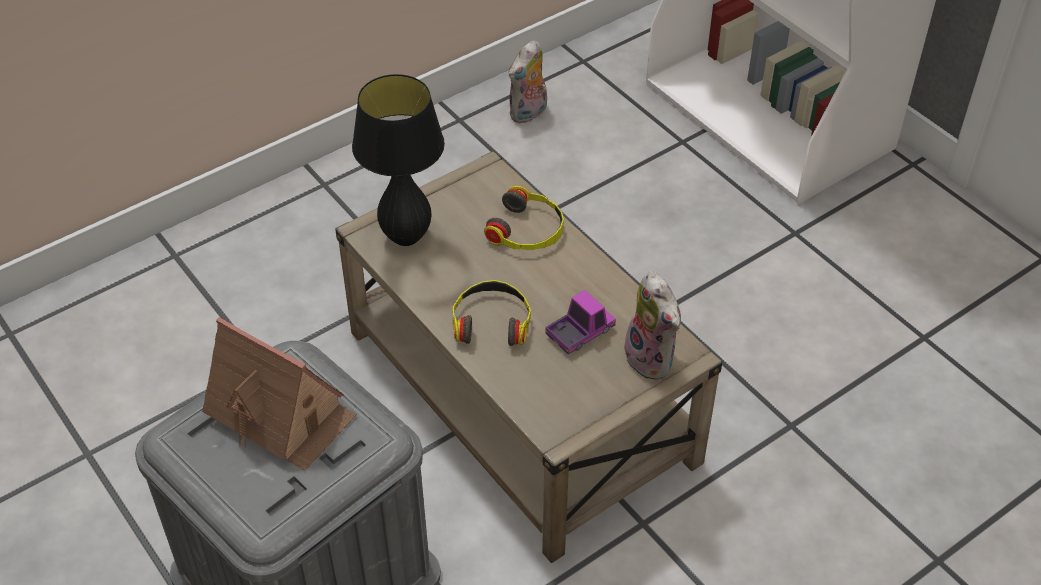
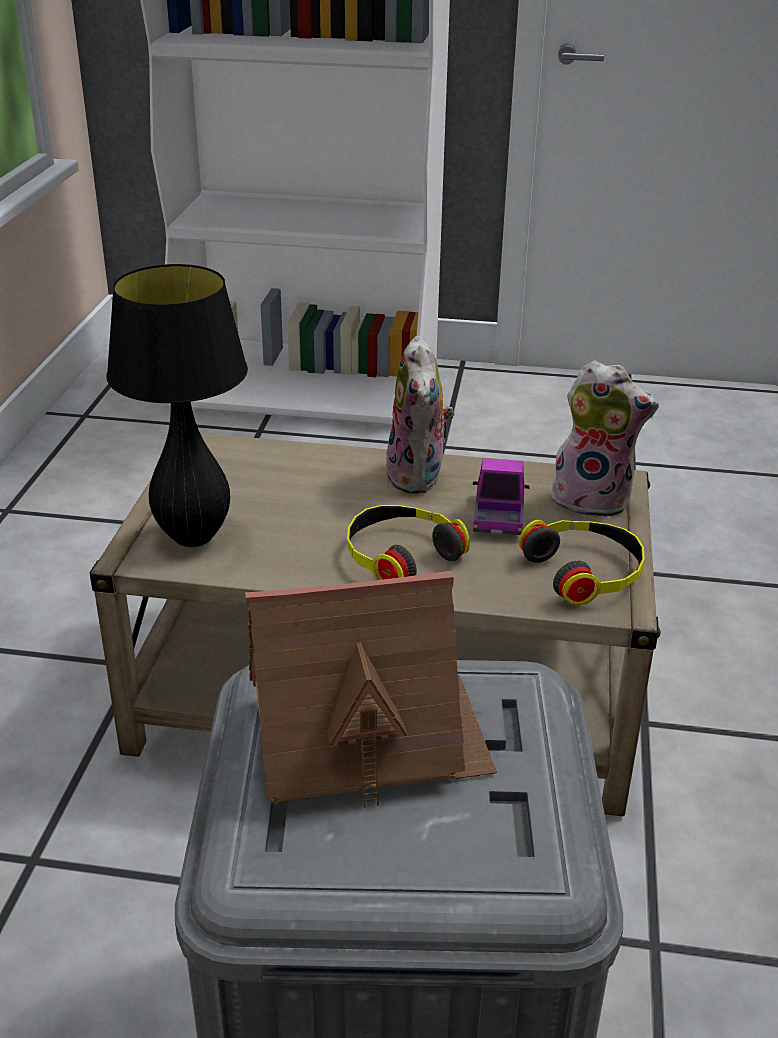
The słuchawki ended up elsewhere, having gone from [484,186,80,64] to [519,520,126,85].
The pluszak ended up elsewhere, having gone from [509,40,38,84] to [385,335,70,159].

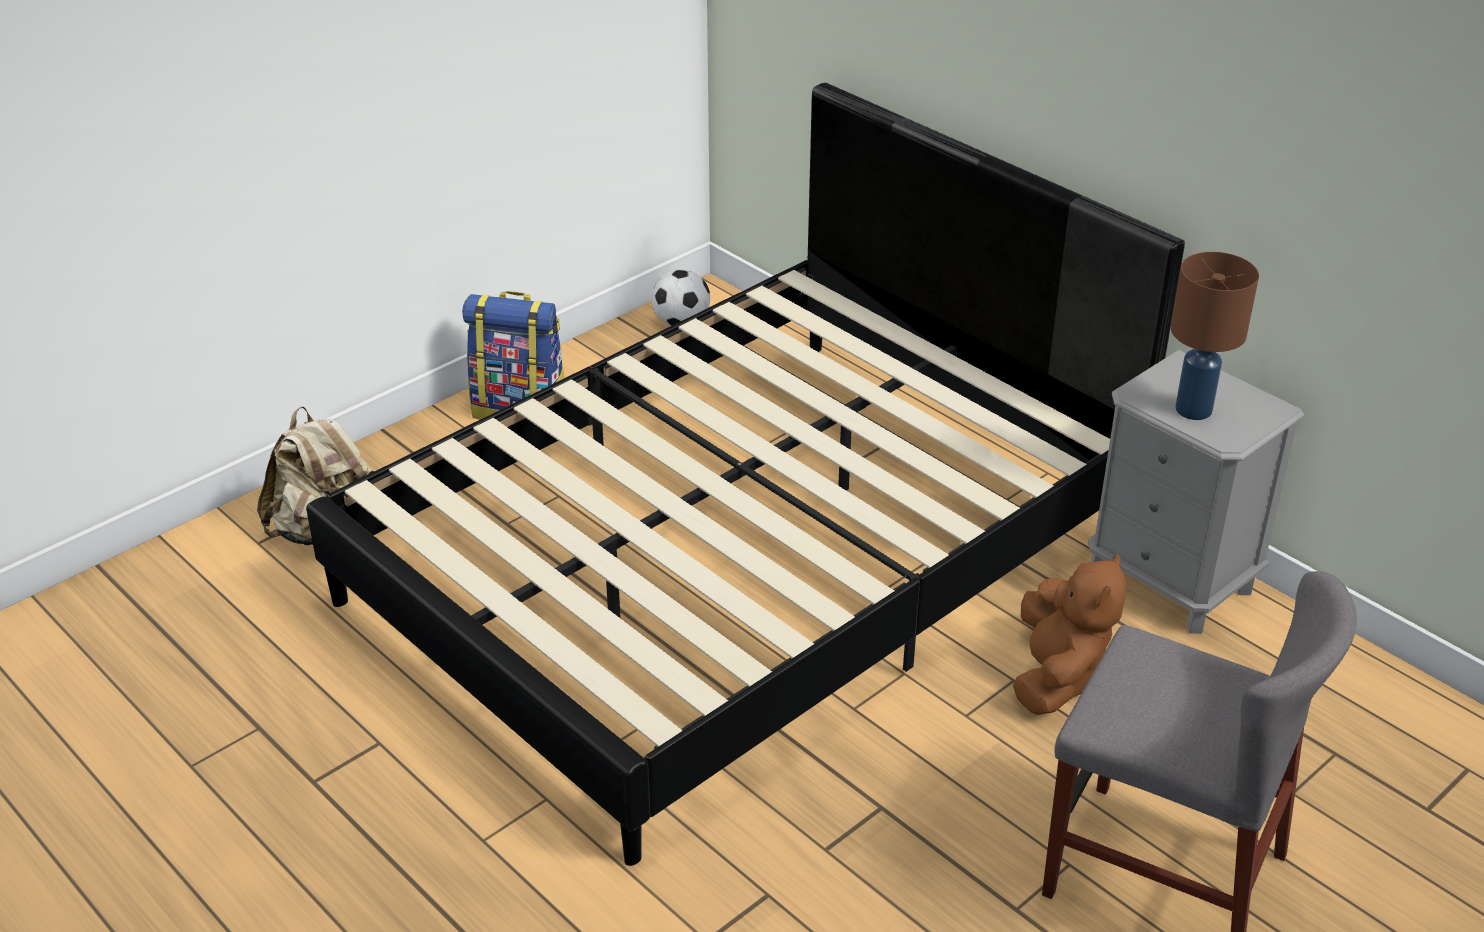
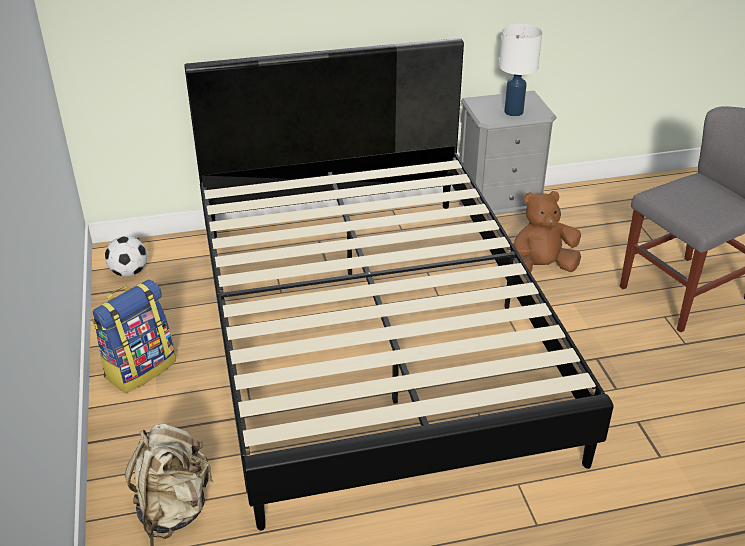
What was the lampa stołowa/brązowy at [1171,252,88,168] turned into the lampa stołowa/biały at [499,24,43,92].
The pluszak/brązowy at [1013,552,113,163] ended up facing another way, 60 degrees counterclockwise from before.

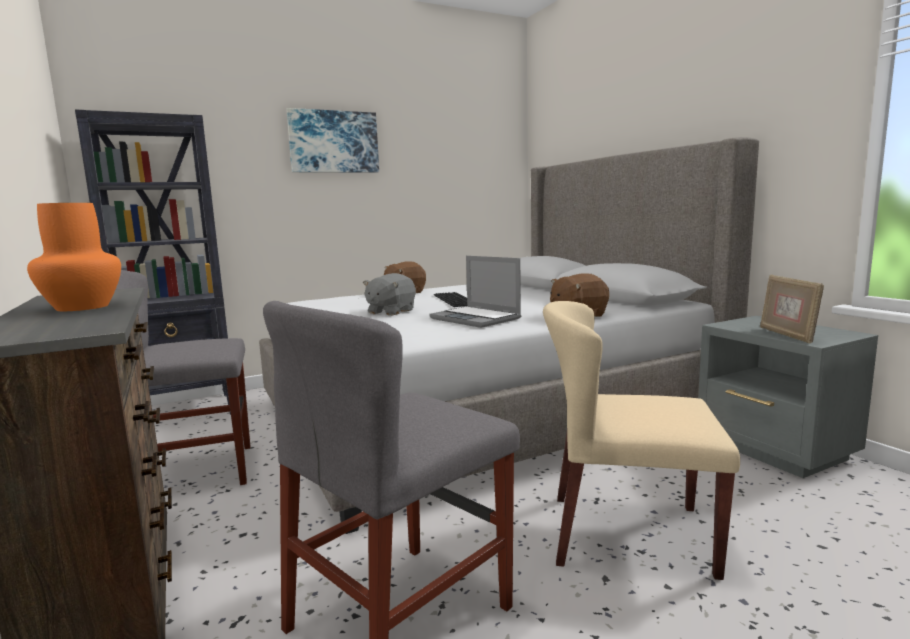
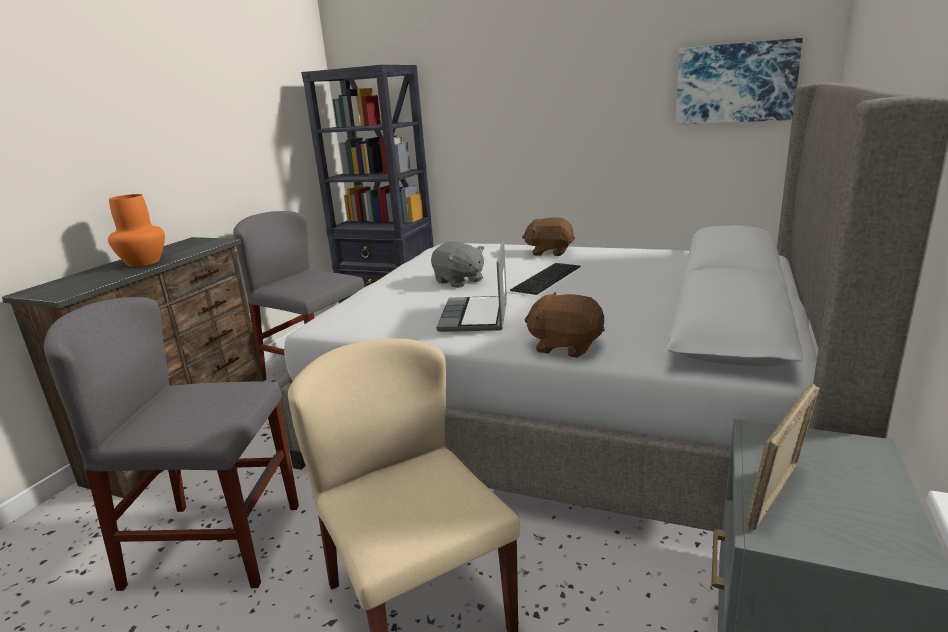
The obraz ended up elsewhere, having gone from [286,108,93,65] to [675,38,128,87].
The pluszak/szary at [363,273,53,43] ended up facing another way, 120 degrees counterclockwise from before.

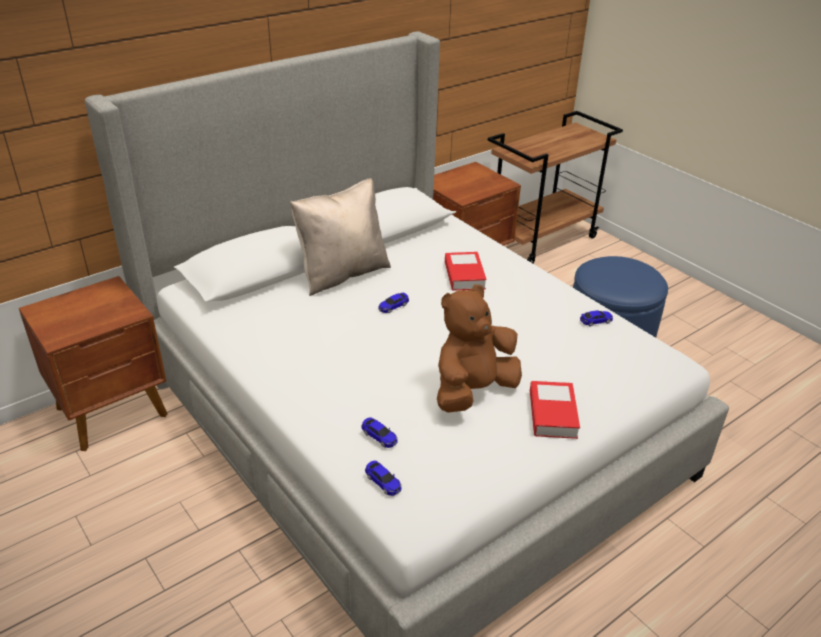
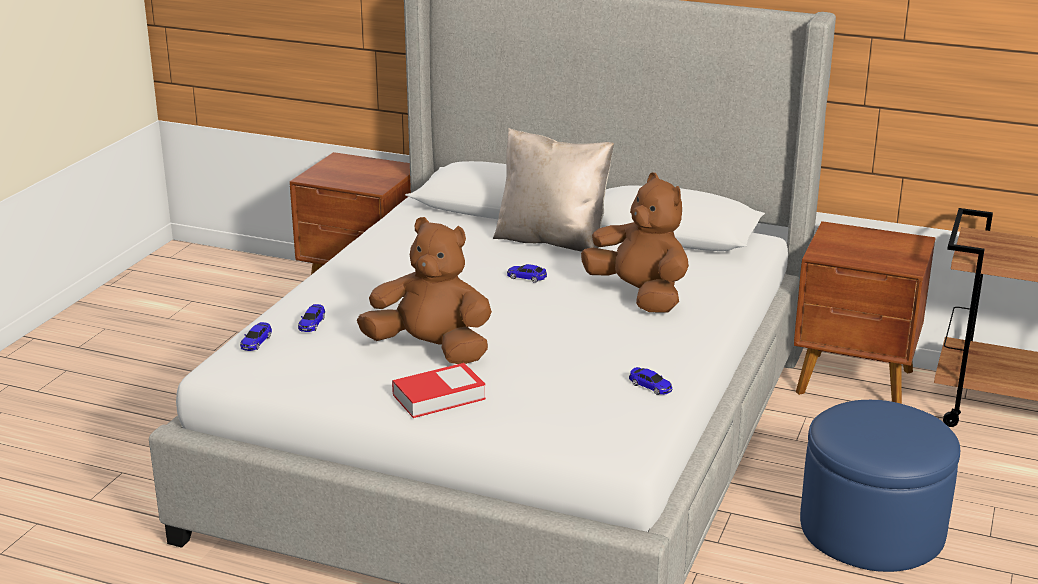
Where the książka stood at [445,252,42,39], the pluszak/brązowy came to stand at [581,173,108,140].

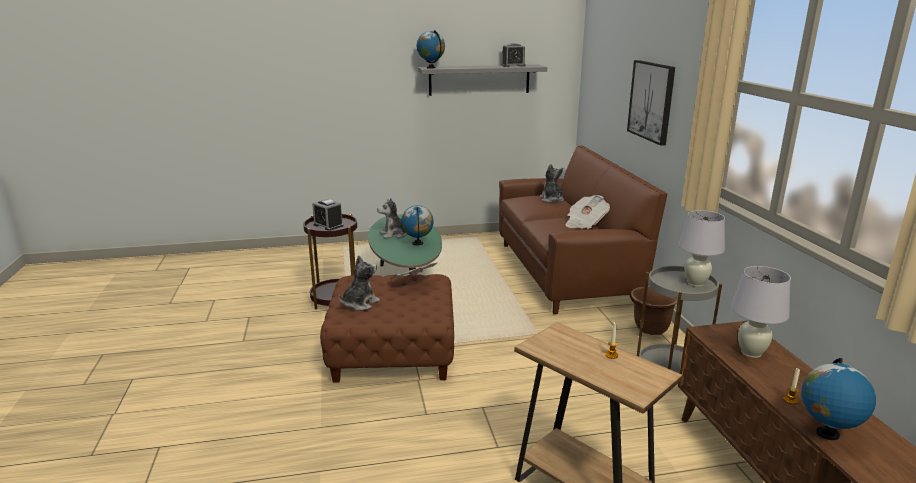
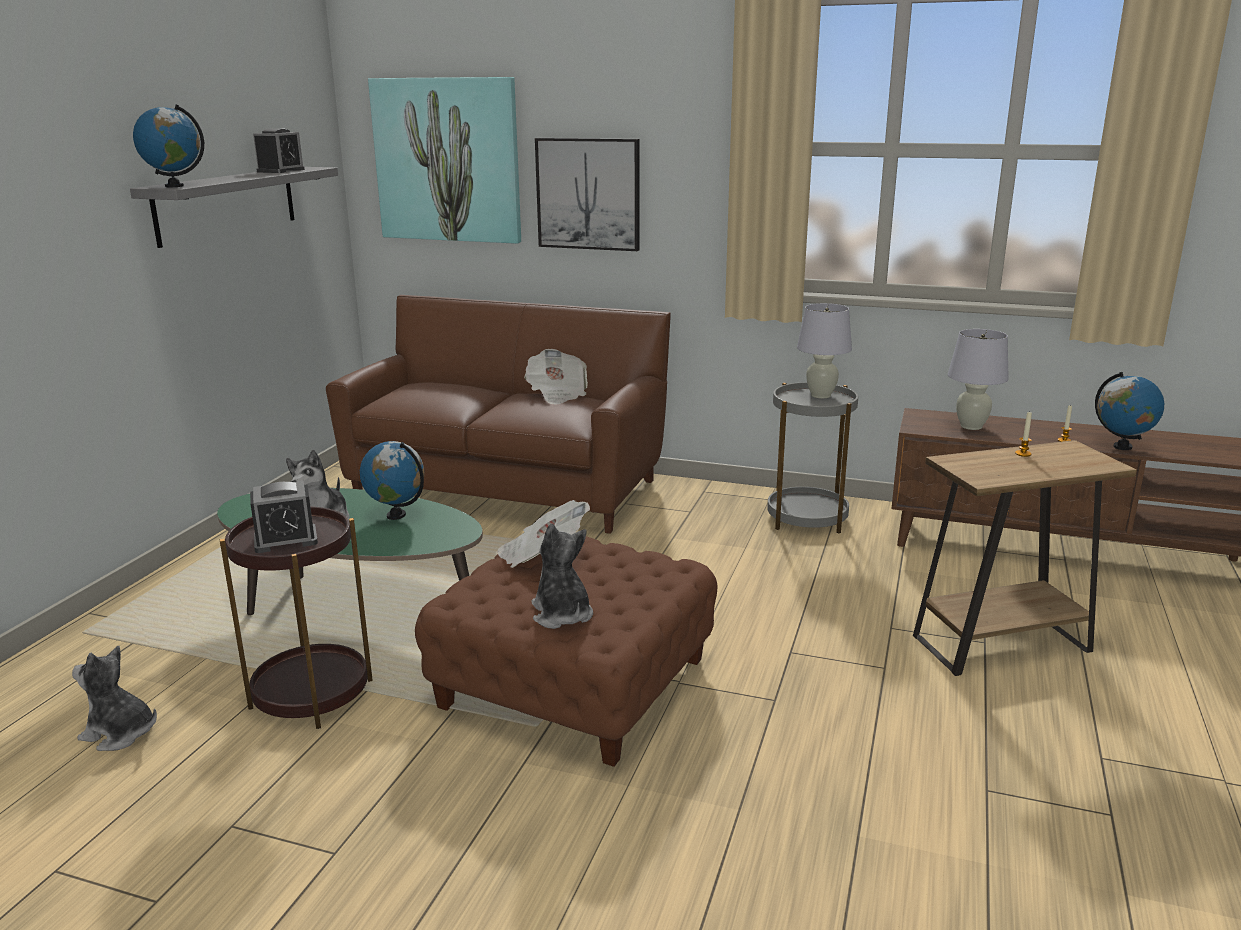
The second view lost the donica/brązowy at [631,286,47,49].
The second view gained the obraz at [368,77,153,167].
The pluszak ended up elsewhere, having gone from [540,164,24,39] to [72,646,85,105].

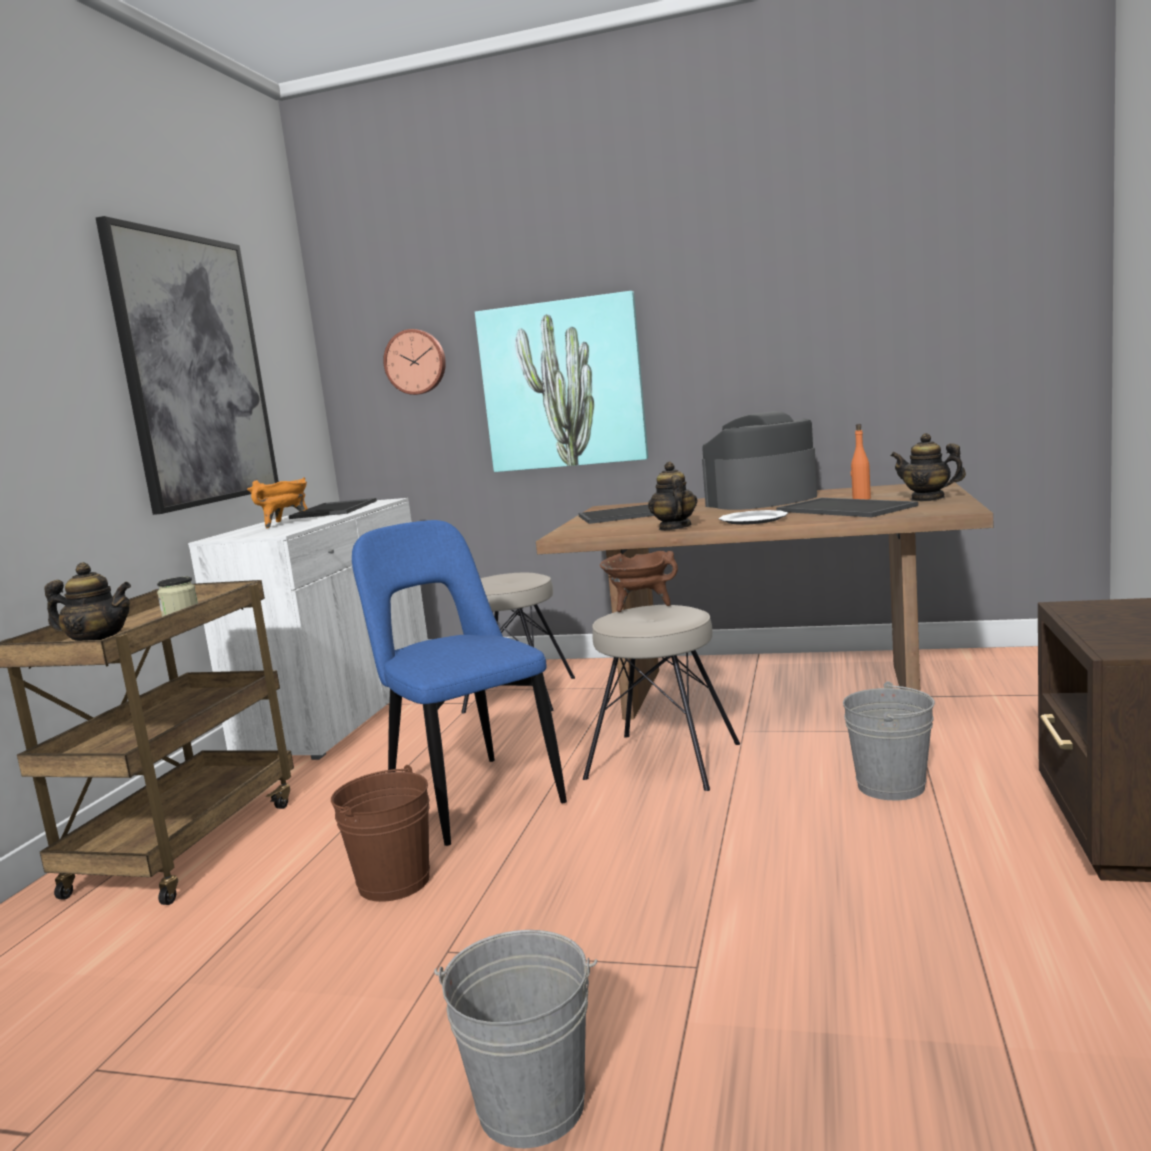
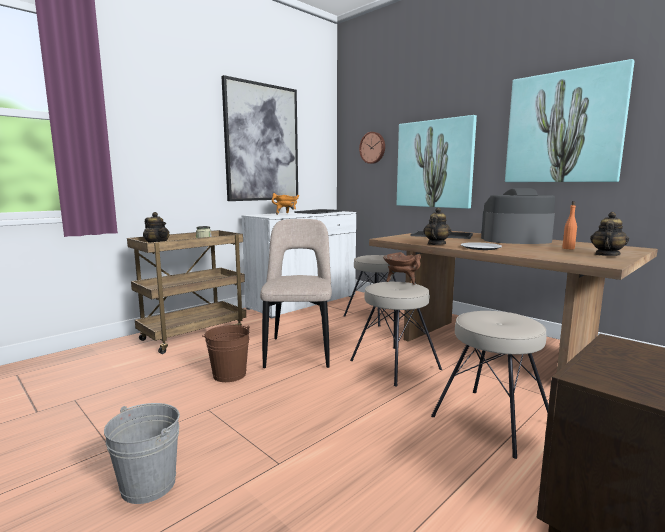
The second view lost the taca at [776,498,142,19].
The second view gained the obraz at [505,59,130,123].
Where the wiadro/szary stood at [843,682,92,118], the stołek/beżowy came to stand at [431,311,118,148].
What was the krzesło/niebieski at [352,520,215,326] turned into the krzesło/beżowy at [260,219,72,149].
The imbryk at [891,433,75,68] ended up facing another way, 60 degrees clockwise from before.

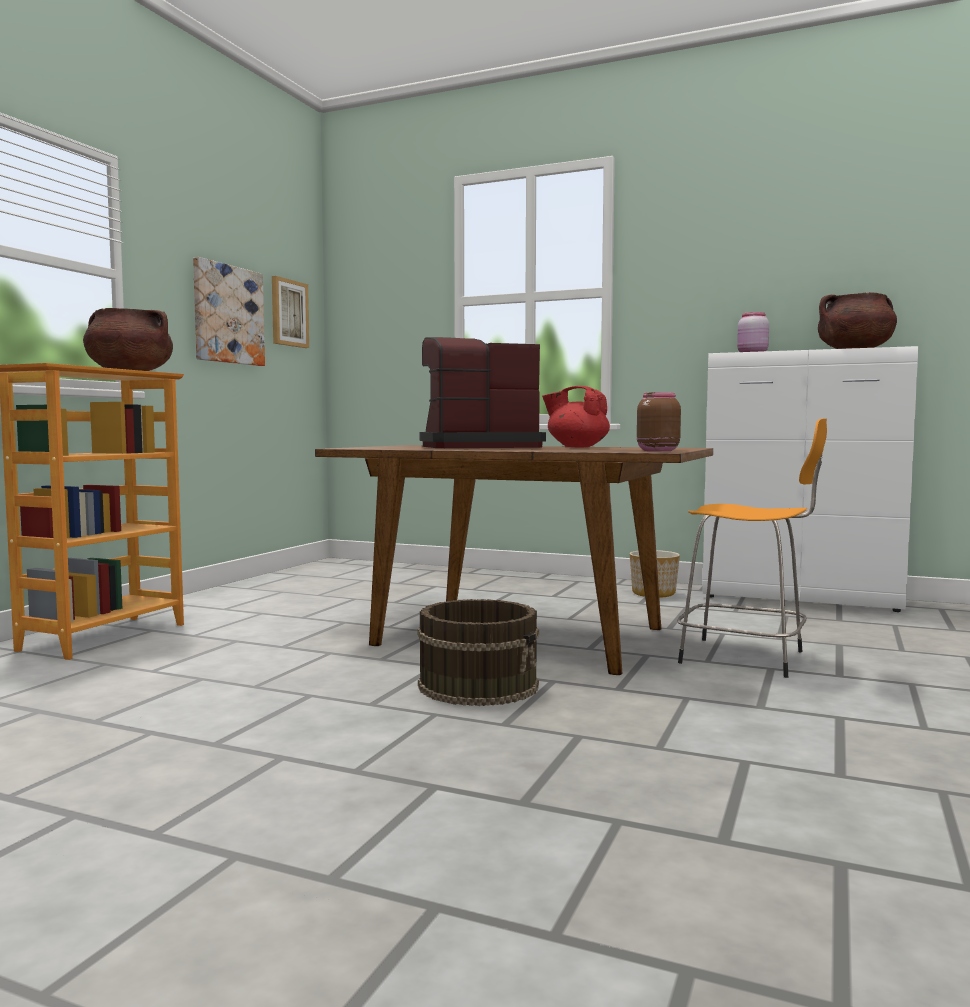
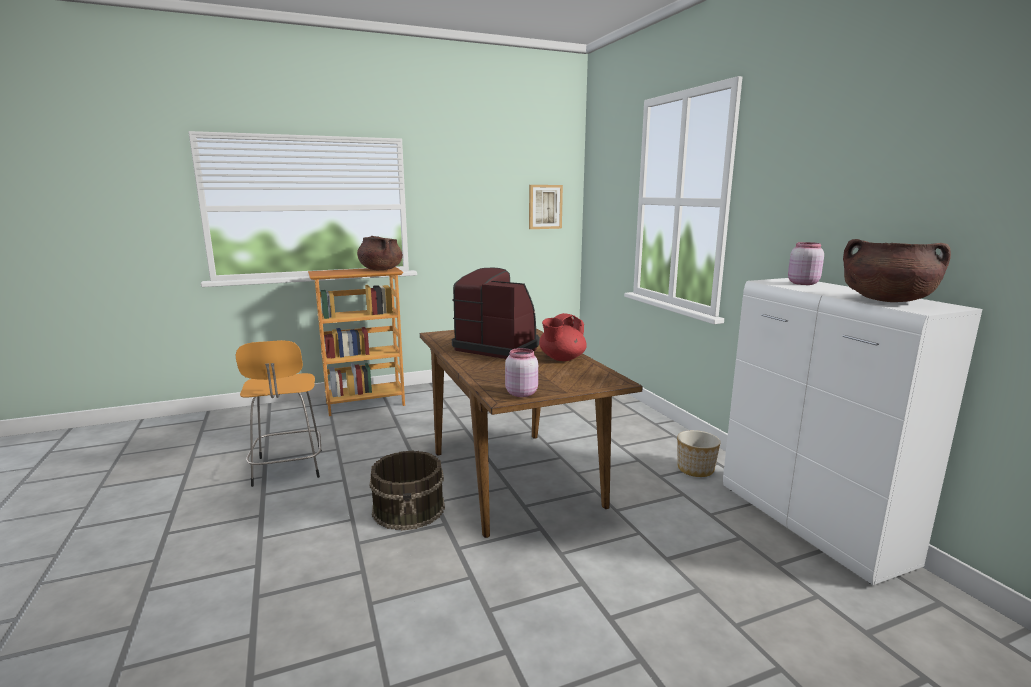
The second view lost the obraz at [193,257,72,109].
The stołek/pomarańczowy ended up elsewhere, having gone from [677,418,150,260] to [236,340,86,147].
What was the słoik/brązowy at [637,392,44,59] turned into the słoik/różowy at [505,348,33,49].
The imbryk/czerwony at [542,386,68,61] ended up facing another way, 120 degrees counterclockwise from before.

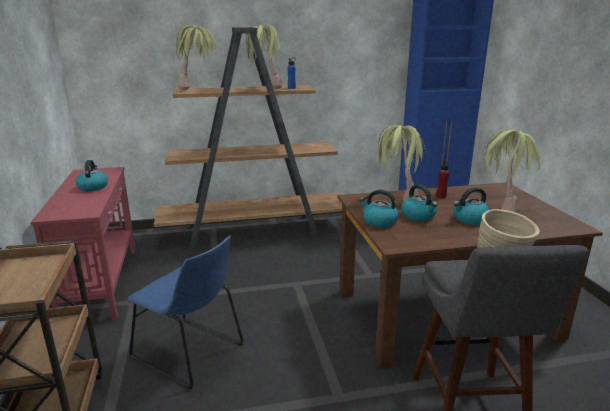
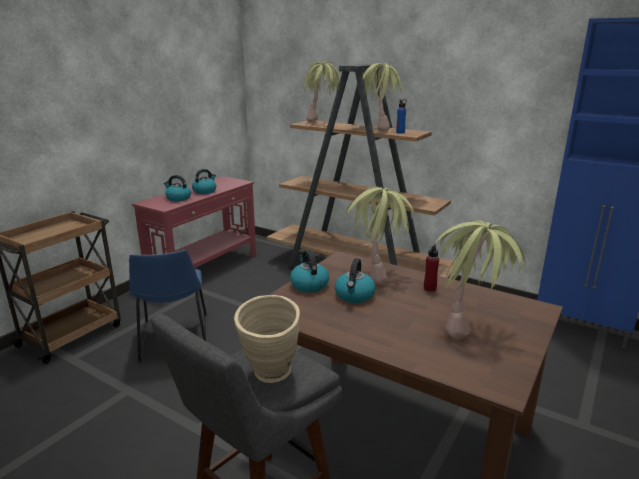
The czajnik ended up elsewhere, having gone from [453,187,37,38] to [164,175,27,26].

